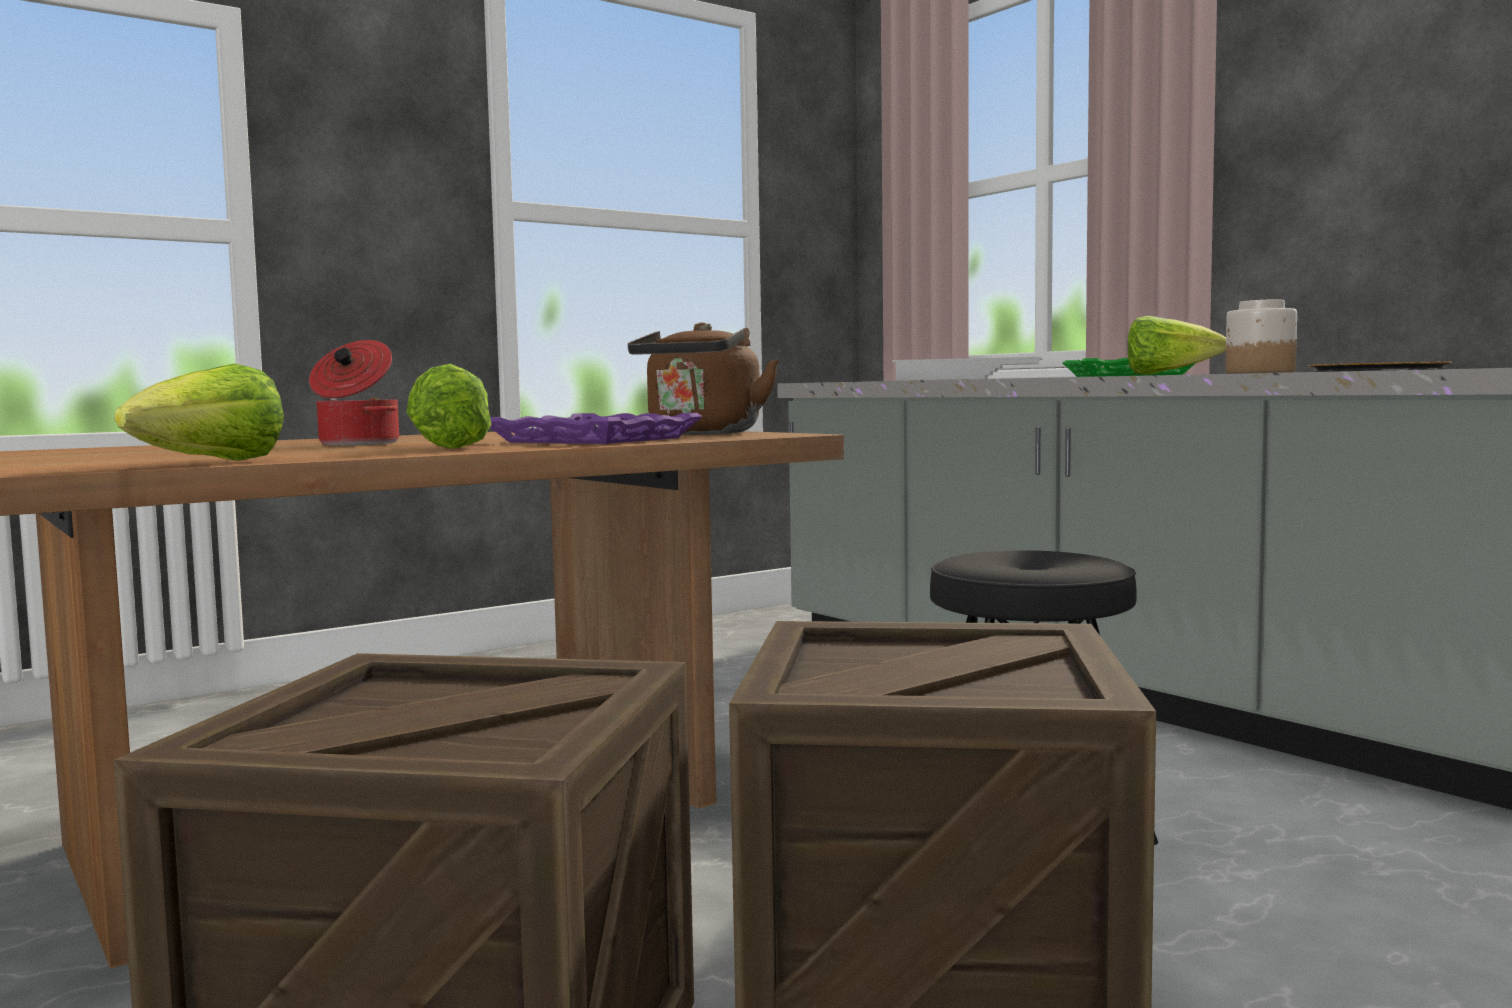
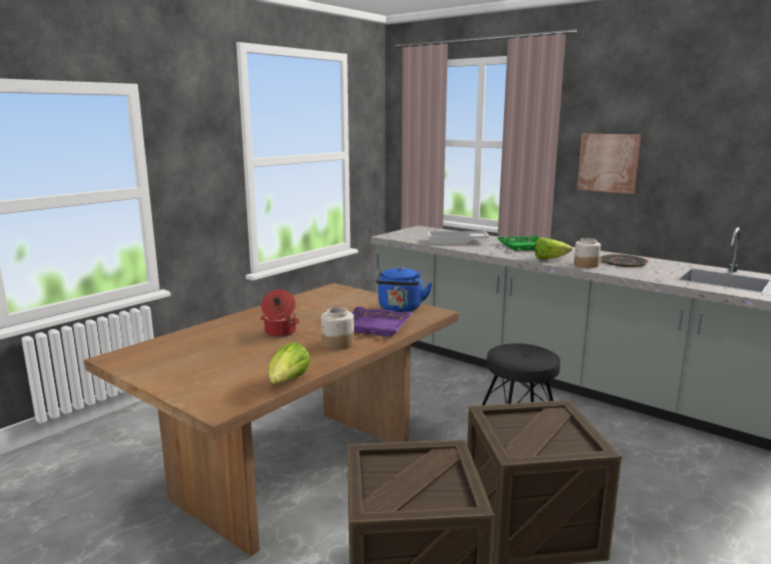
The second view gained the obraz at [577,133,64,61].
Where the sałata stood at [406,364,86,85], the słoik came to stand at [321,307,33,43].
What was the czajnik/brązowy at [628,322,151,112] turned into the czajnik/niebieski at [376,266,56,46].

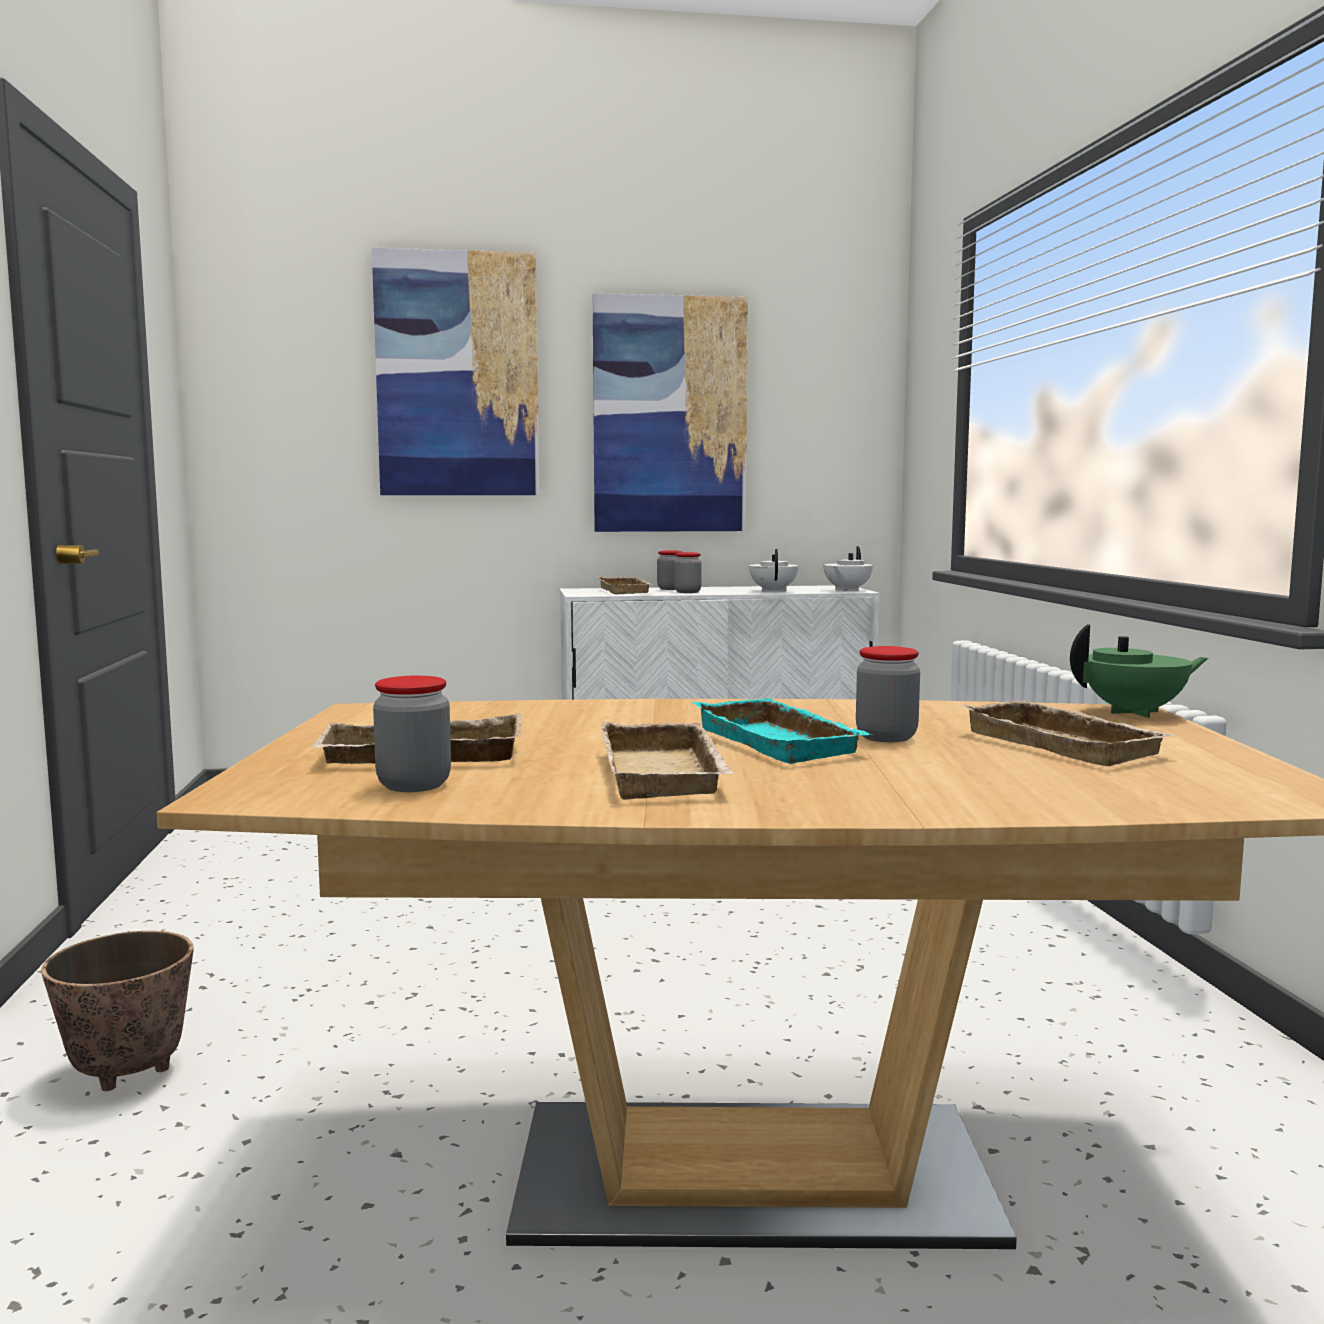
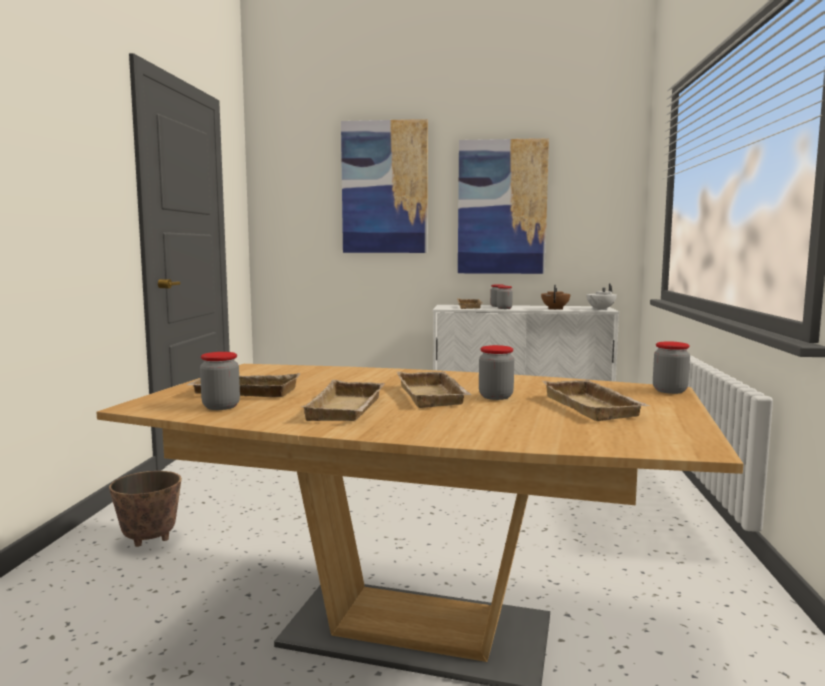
Where the imbryk/zielony stood at [1070,624,138,94], the słoik came to stand at [653,341,37,53].
What was the taca/turkusowy at [692,698,182,66] turned into the taca/beżowy at [397,371,74,37].
What was the imbryk/biały at [749,549,49,43] turned into the imbryk/brązowy at [541,285,29,24].

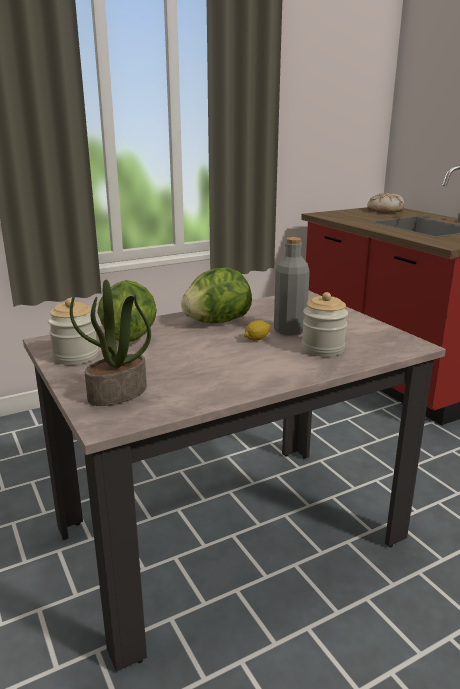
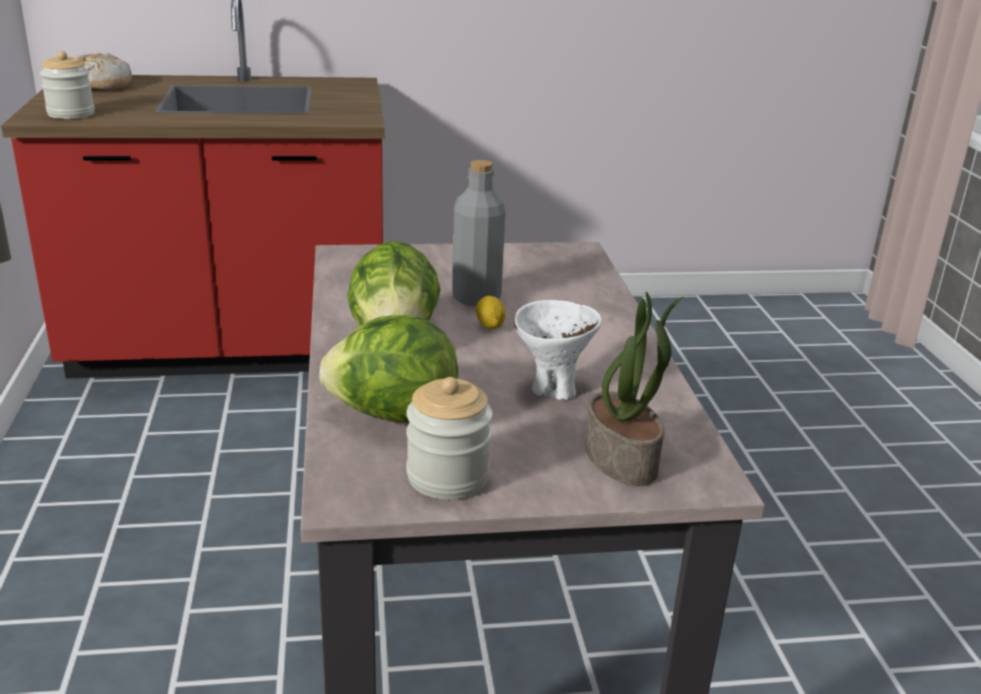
The second view gained the miska/biały at [514,300,88,100].
The słoik ended up elsewhere, having gone from [302,292,46,65] to [40,51,55,68].

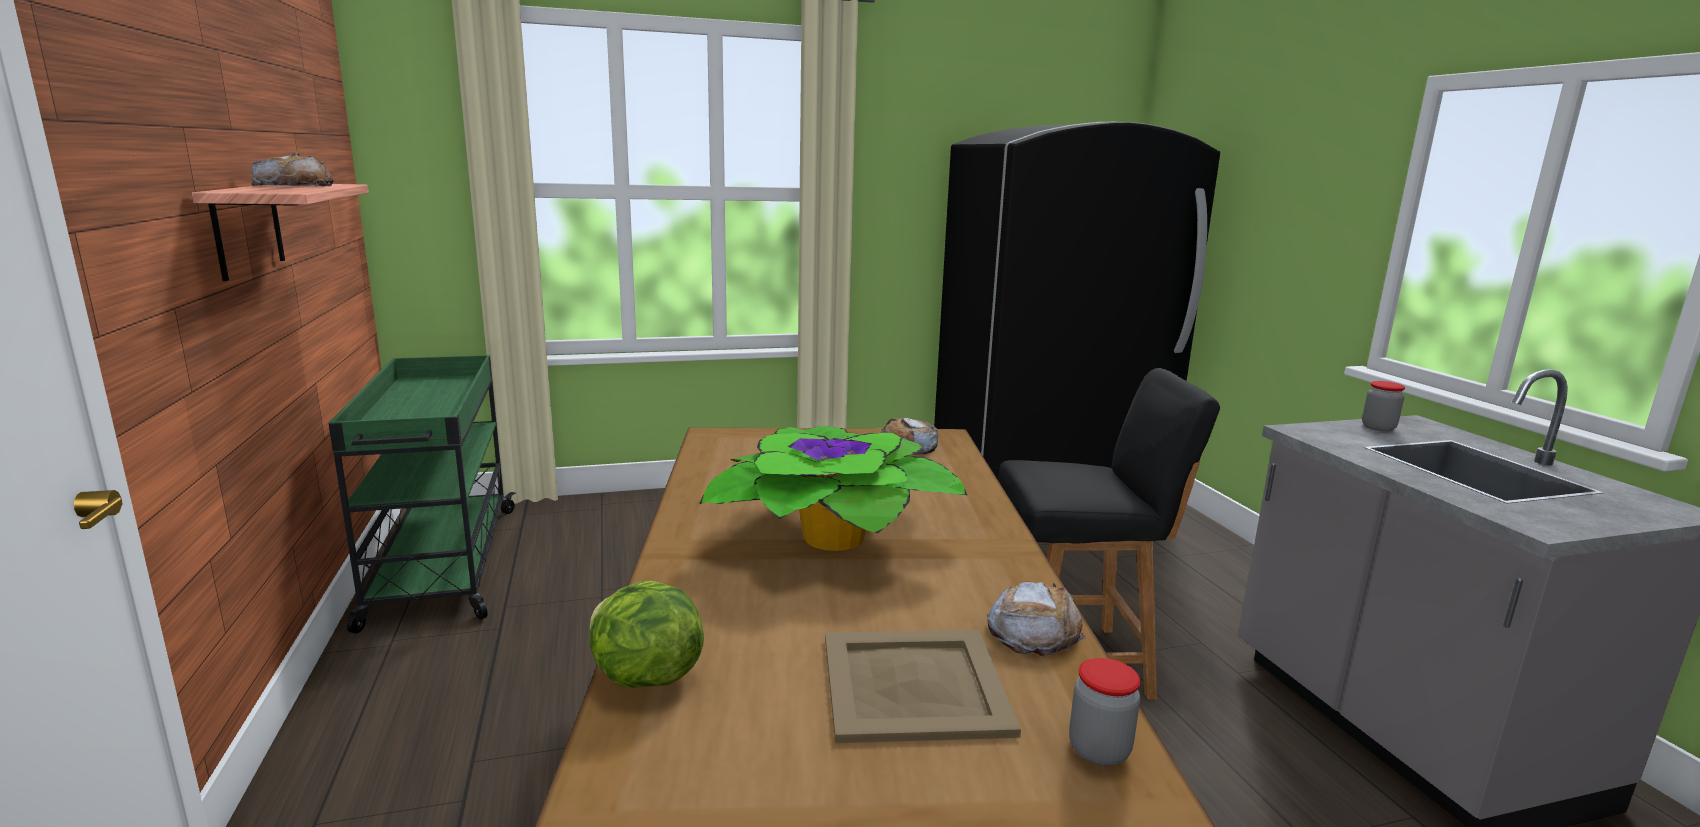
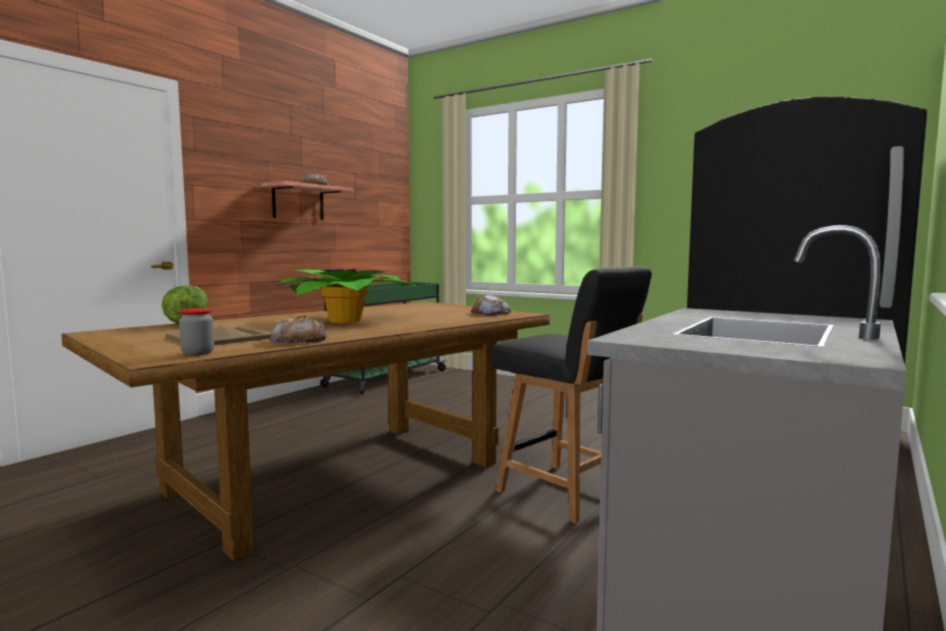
The second view lost the słoik at [1362,381,43,51].

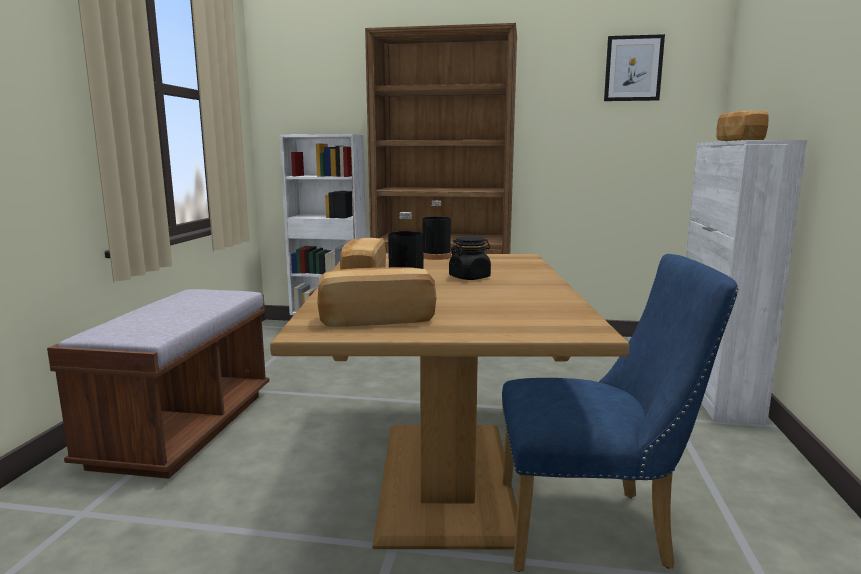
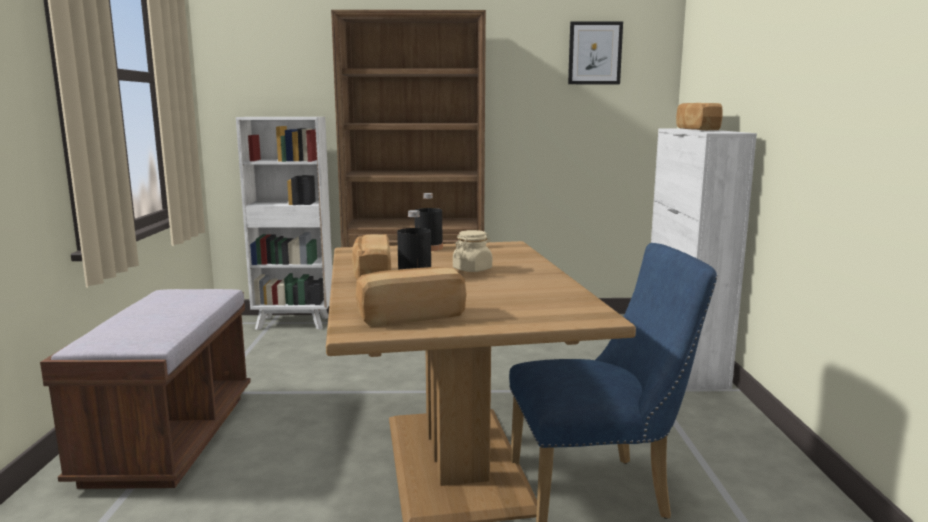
What was the słoik/czarny at [449,236,42,44] turned into the słoik/beżowy at [453,230,39,42].

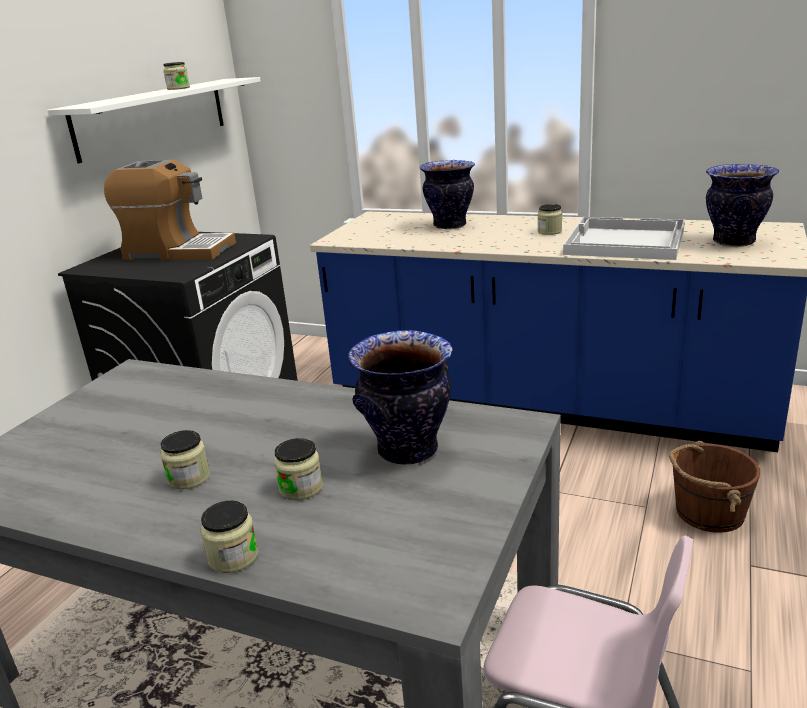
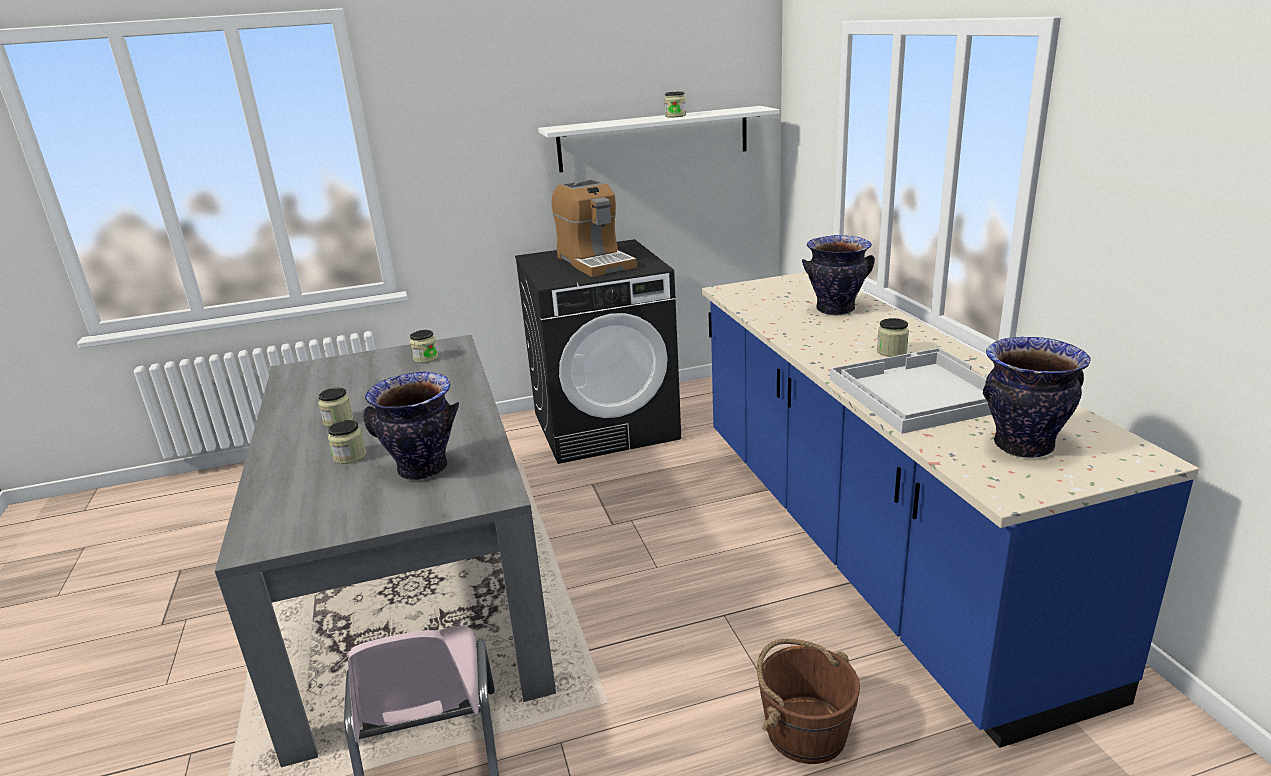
The słoik ended up elsewhere, having gone from [201,500,57,73] to [410,330,28,33].

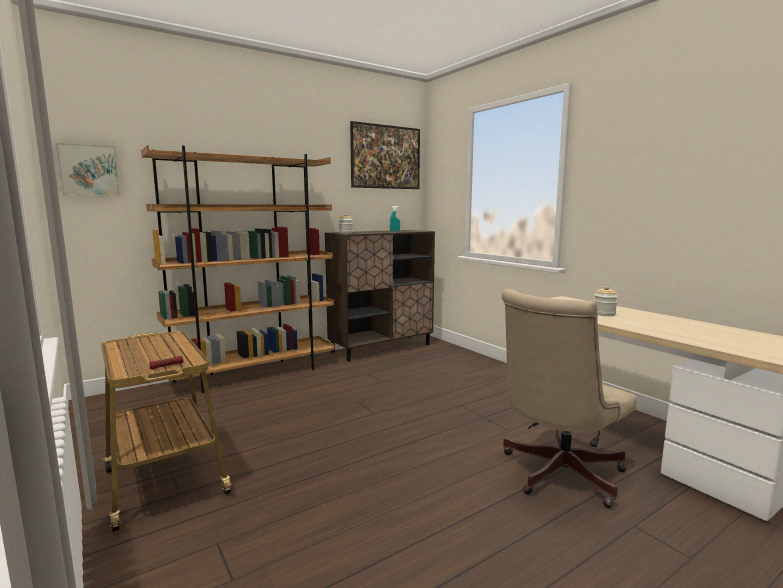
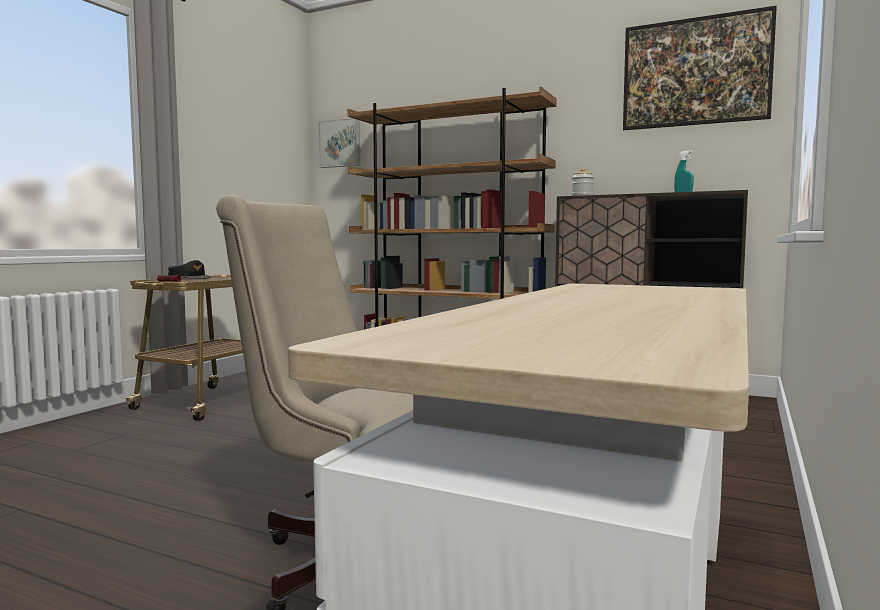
The second view lost the słoik at [594,286,24,30].
The second view gained the czapka z daszkiem/czarny at [168,260,43,19].

